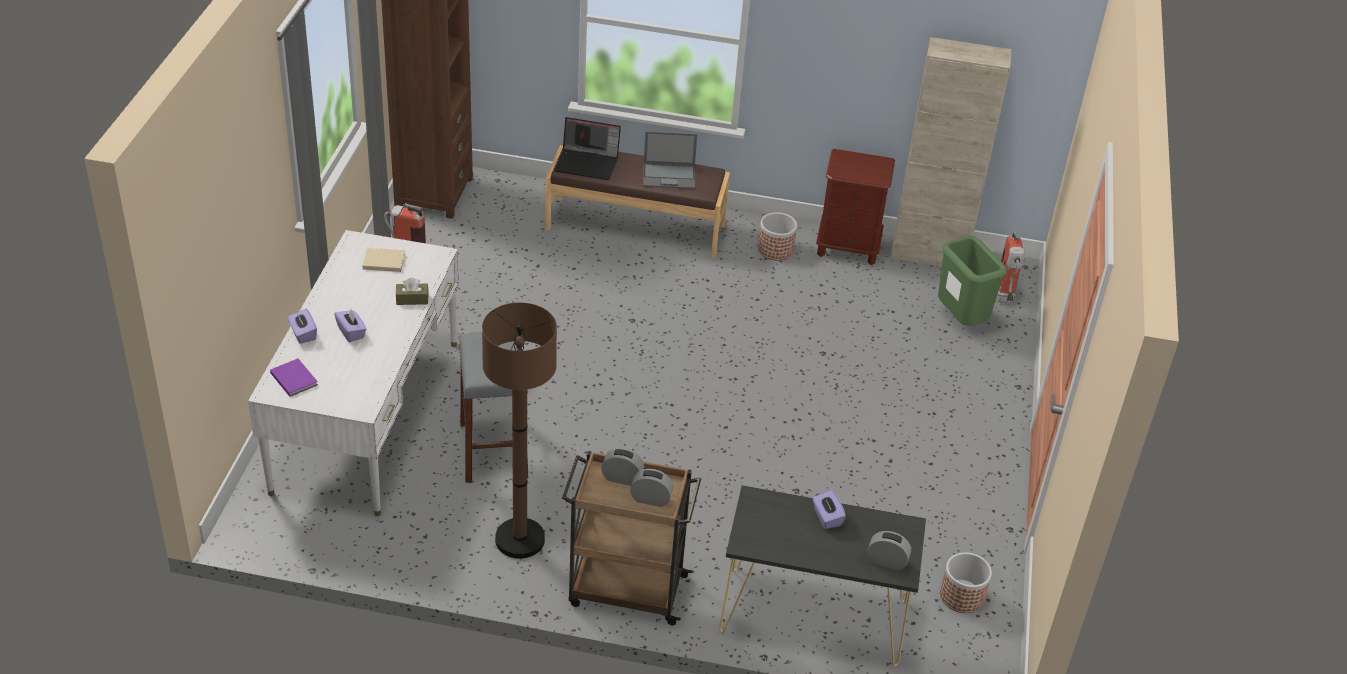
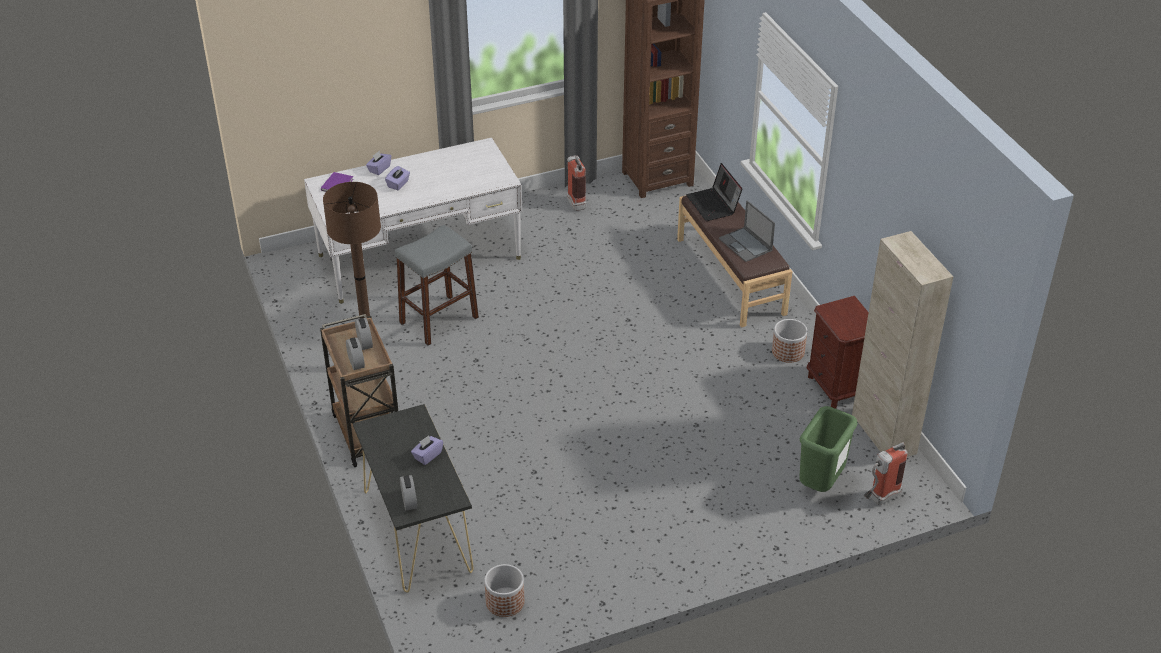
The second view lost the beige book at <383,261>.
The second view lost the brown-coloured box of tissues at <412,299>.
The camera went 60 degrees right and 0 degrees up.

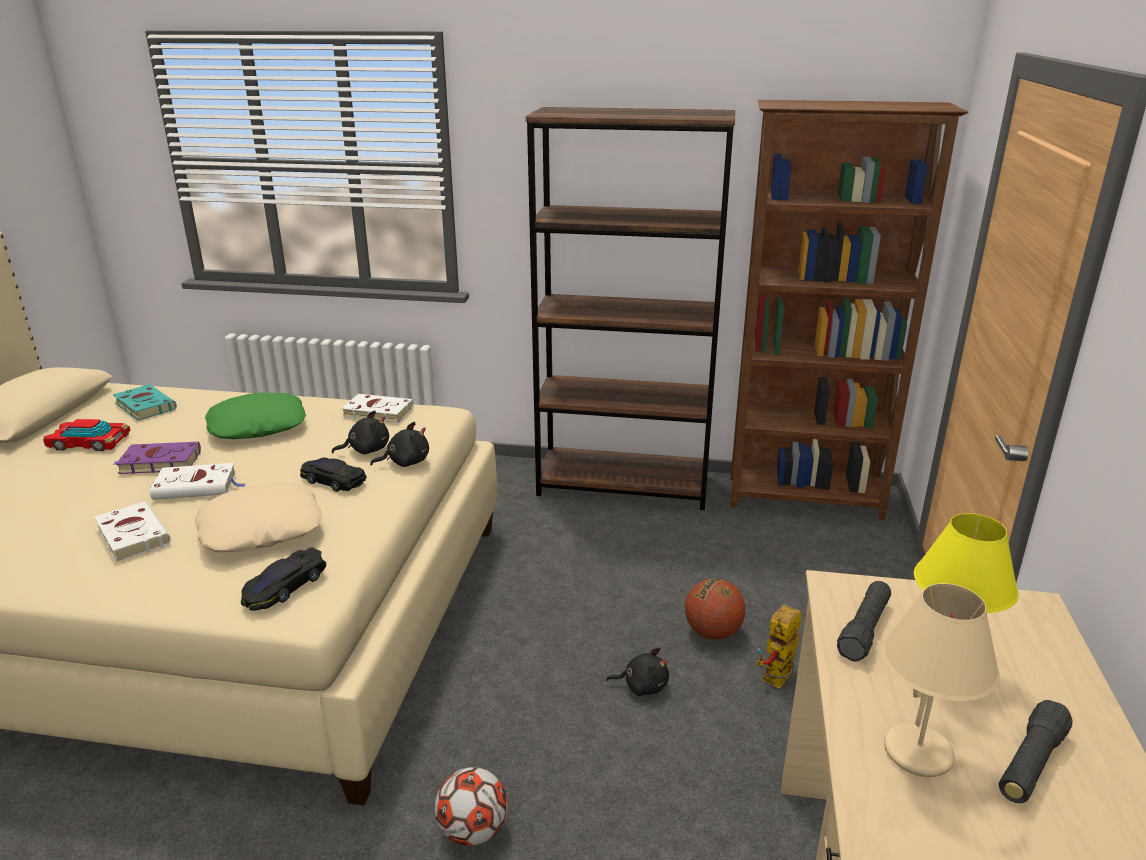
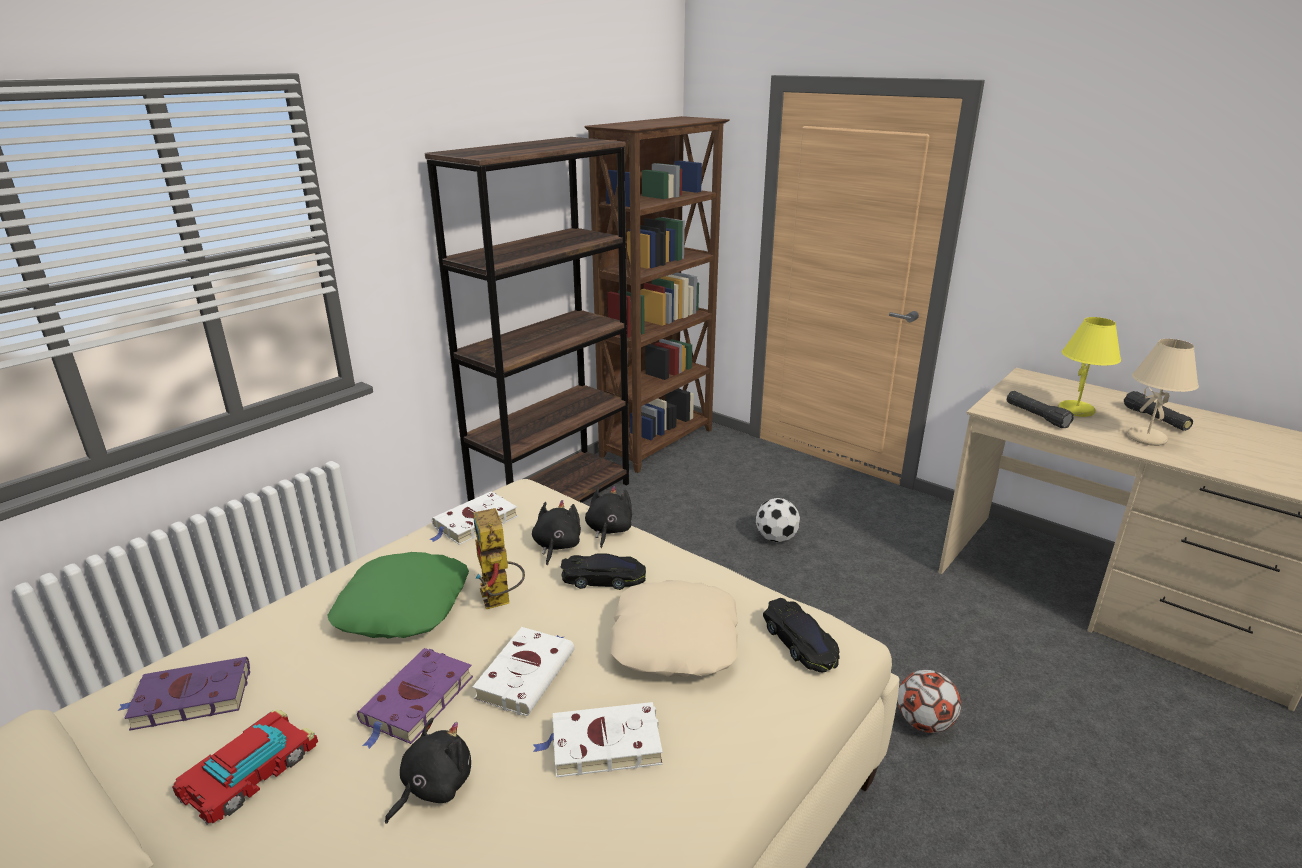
What was the turquoise book at <144,406> turned into the purple book at <189,699>.
The black-coloured model car at <332,480> ended up facing another way, 150 degrees counterclockwise from before.
Where the basketball stood at <713,632>, the football came to stand at <776,537>.
The robot figure ended up elsewhere, having gone from <777,682> to <500,601>.
The black-coloured cuddly toy ended up elsewhere, having gone from <642,685> to <433,786>.
The camera went 60 degrees left and 0 degrees up.

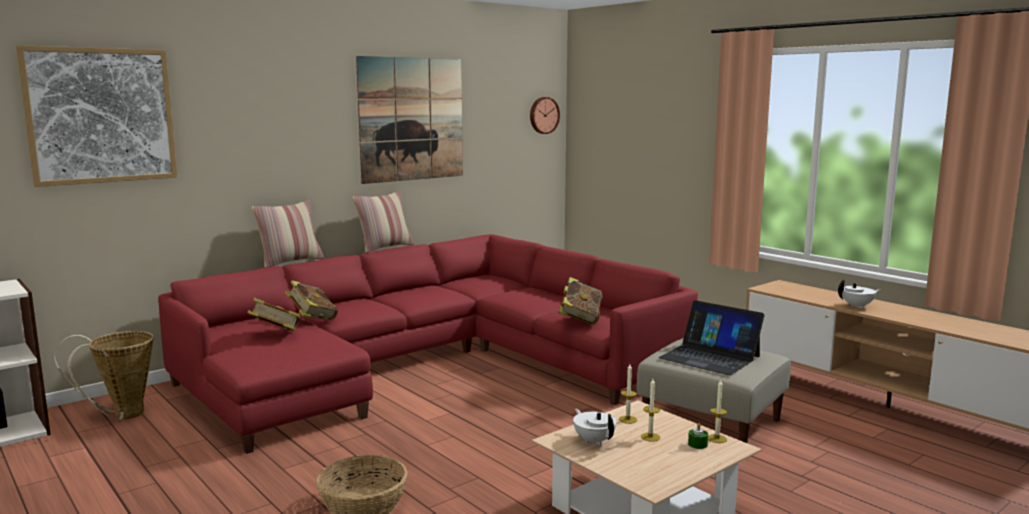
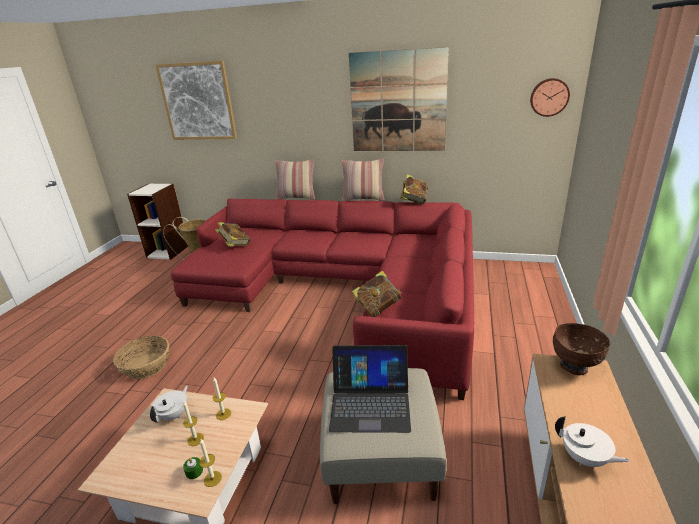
The book ended up elsewhere, having gone from <312,319> to <414,201>.
The notebook computer at <710,357> ended up facing another way, 90 degrees counterclockwise from before.
The second view gained the brown-coloured serving bowl at <574,367>.
The camera went 55 degrees right and 15 degrees up.

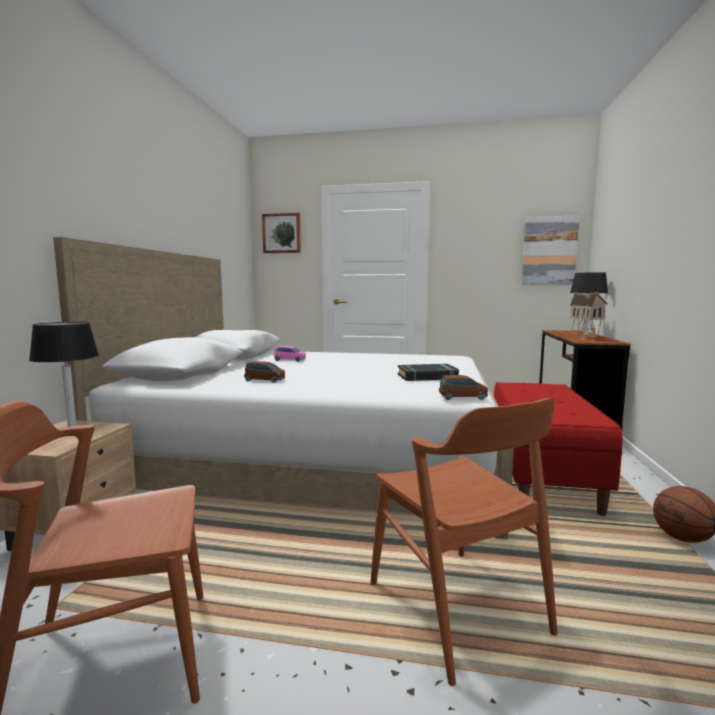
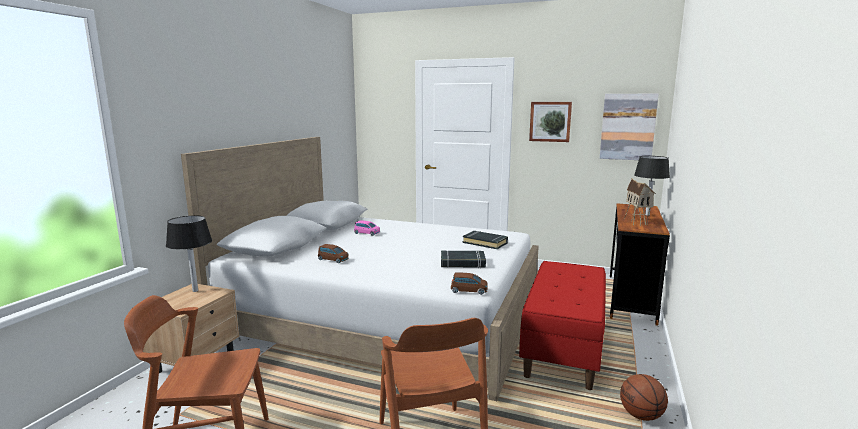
The wall picture ended up elsewhere, having gone from <282,233> to <550,121>.
The second view gained the black-coloured book at <485,243>.
The camera went 10 degrees right and 5 degrees up.

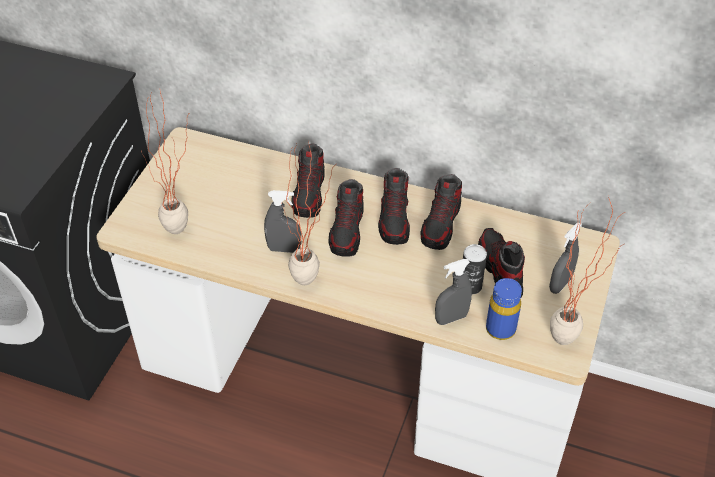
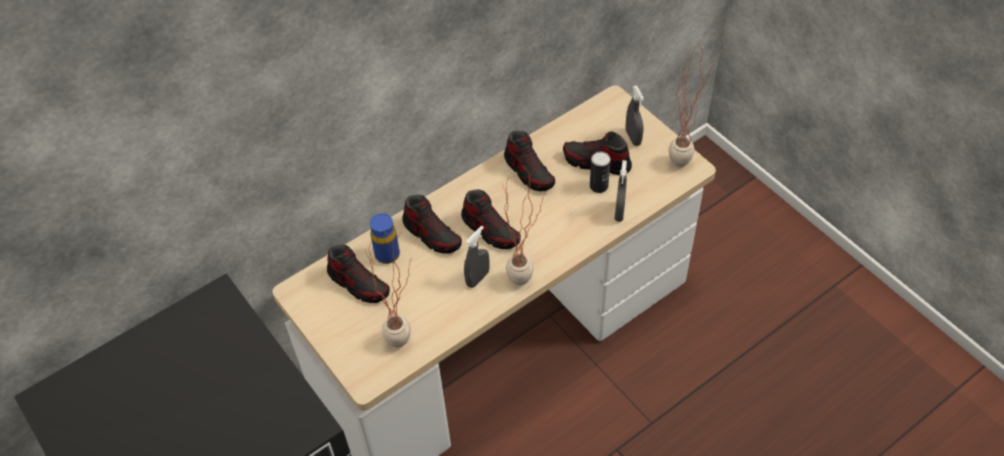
The shoe ended up elsewhere, having gone from <394,220> to <359,284>.
The blue bottle ended up elsewhere, having gone from <500,329> to <387,255>.
The camera went 55 degrees left and 5 degrees up.

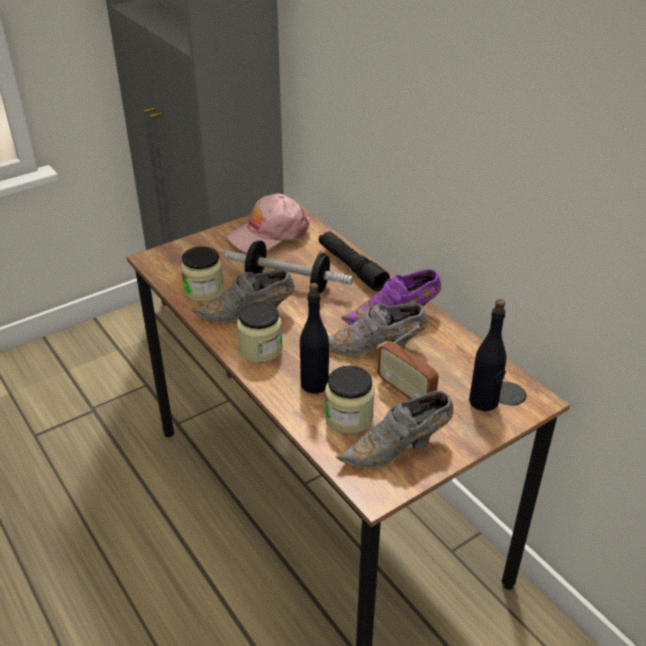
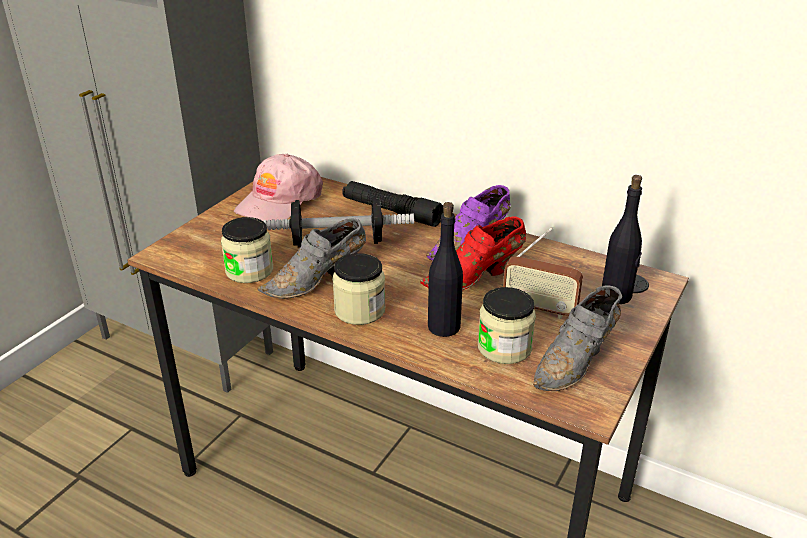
What was the gray shoe at <376,348> turned into the red-coloured shoe at <477,277>.
The camera went 25 degrees left and 5 degrees down.

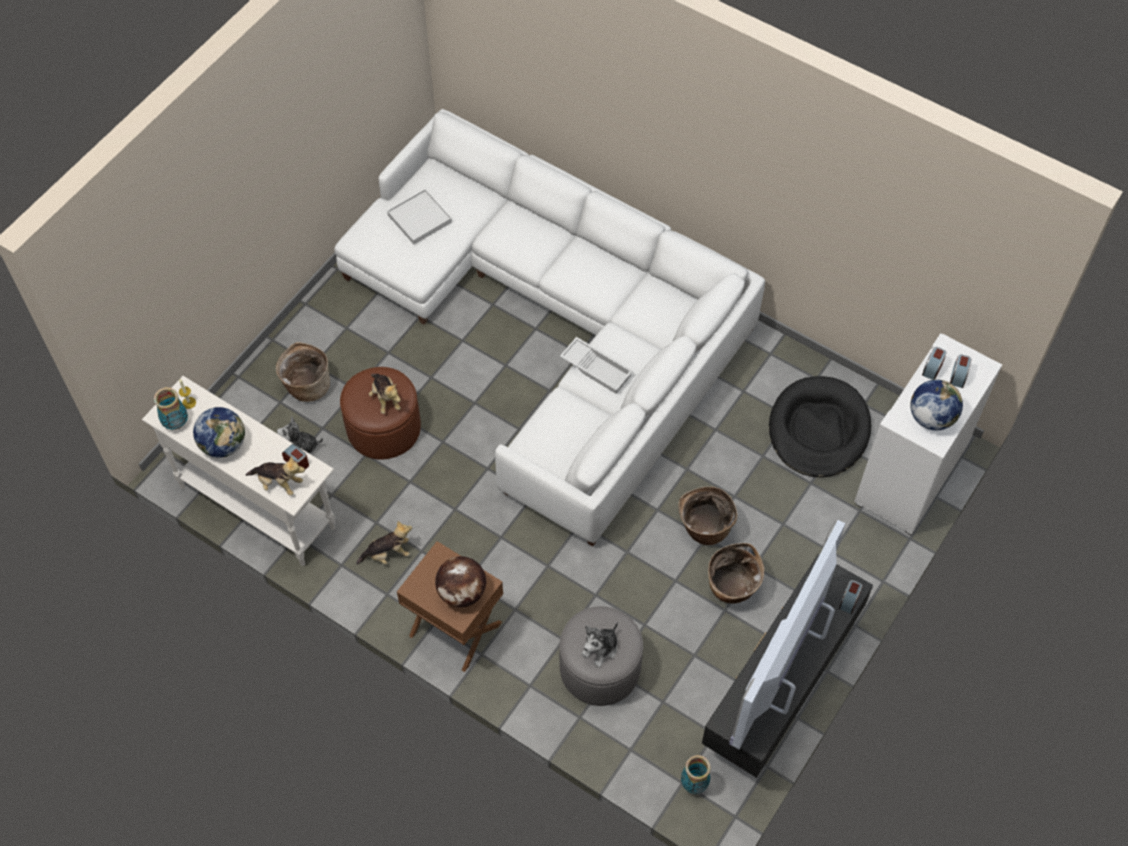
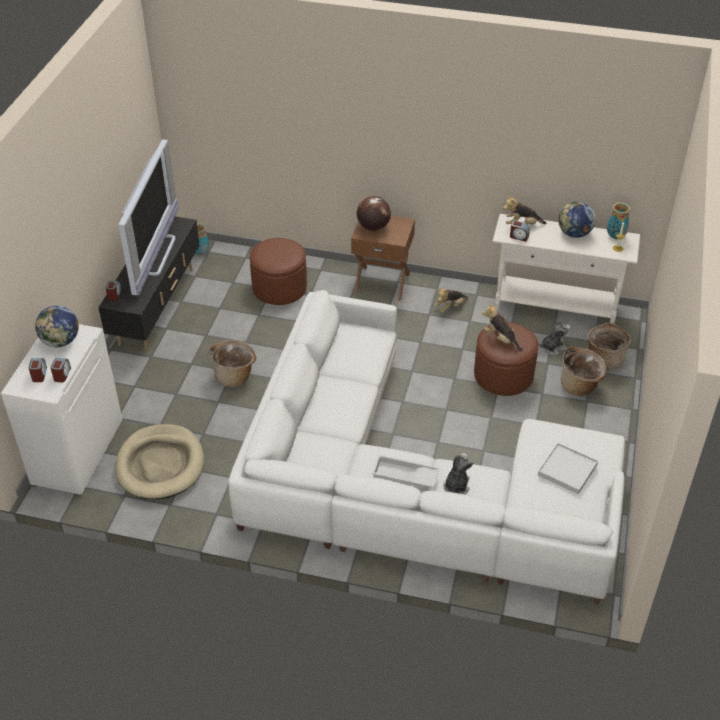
The whitish tray ended up elsewhere, having gone from <597,368> to <404,476>.
What was the black-coloured pet bed at <818,430> turned into the beige pet bed at <160,465>.
The household basket ended up elsewhere, having gone from <732,588> to <604,359>.
What was the gray ottoman at <600,668> turned into the brown-coloured ottoman at <279,287>.
The cuddly toy ended up elsewhere, having gone from <601,649> to <456,486>.
The camera went 160 degrees right and 15 degrees down.

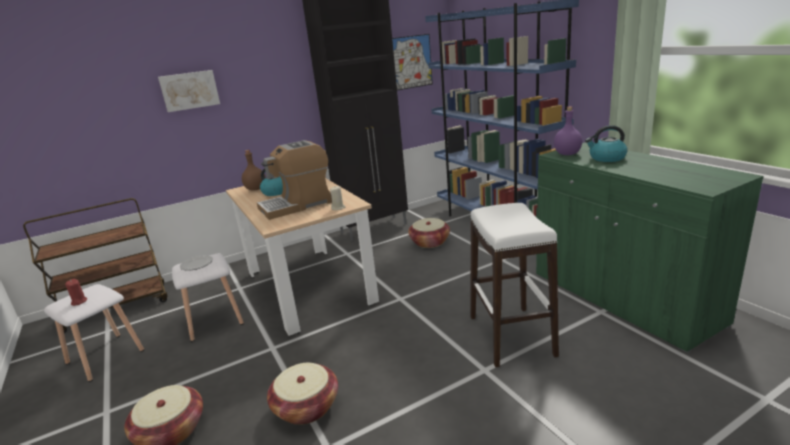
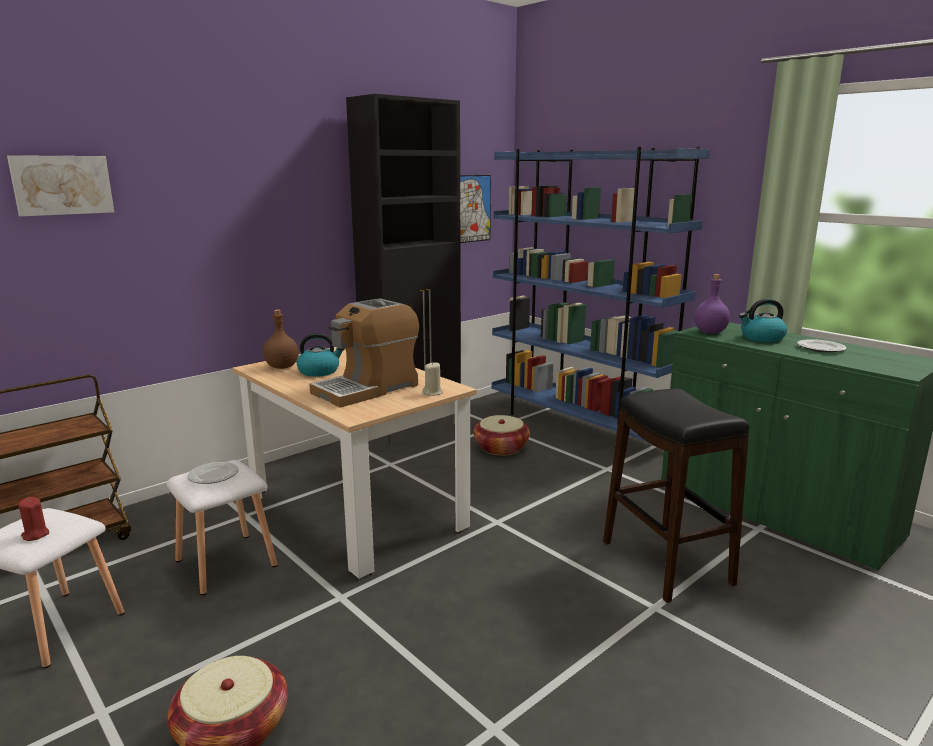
The wall picture ended up elsewhere, having gone from <189,90> to <62,185>.
What was the whitish sitting stool at <511,335> turned into the black-coloured sitting stool at <667,562>.
The second view lost the household basket at <306,407>.
The second view gained the flat dish at <820,348>.
The camera went 15 degrees left and 5 degrees down.

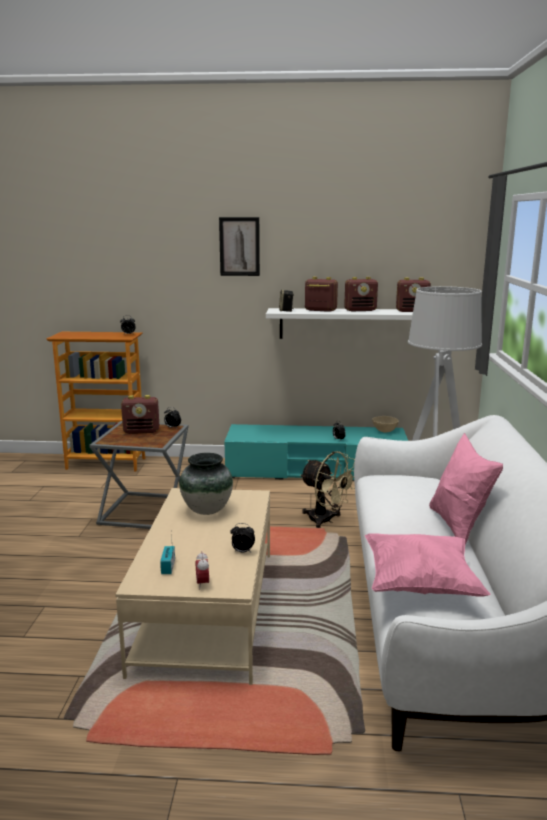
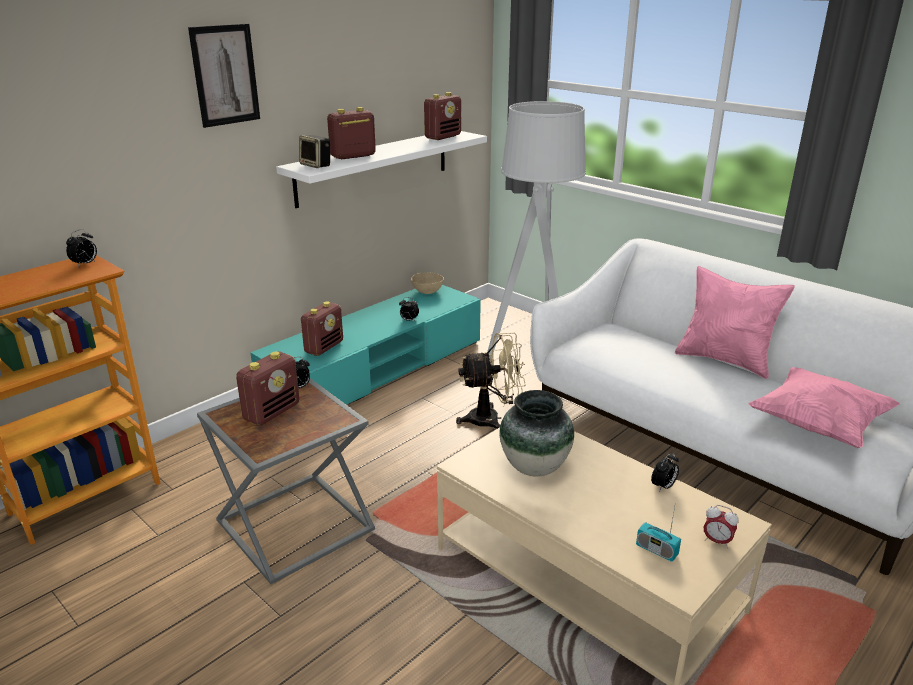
The radio receiver ended up elsewhere, having gone from <360,310> to <324,347>.
The camera went 50 degrees left and 10 degrees up.

